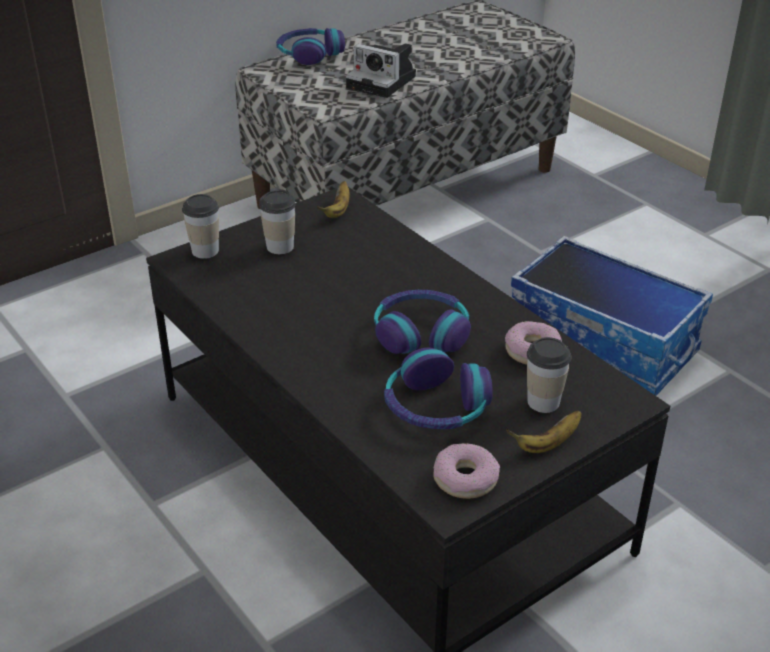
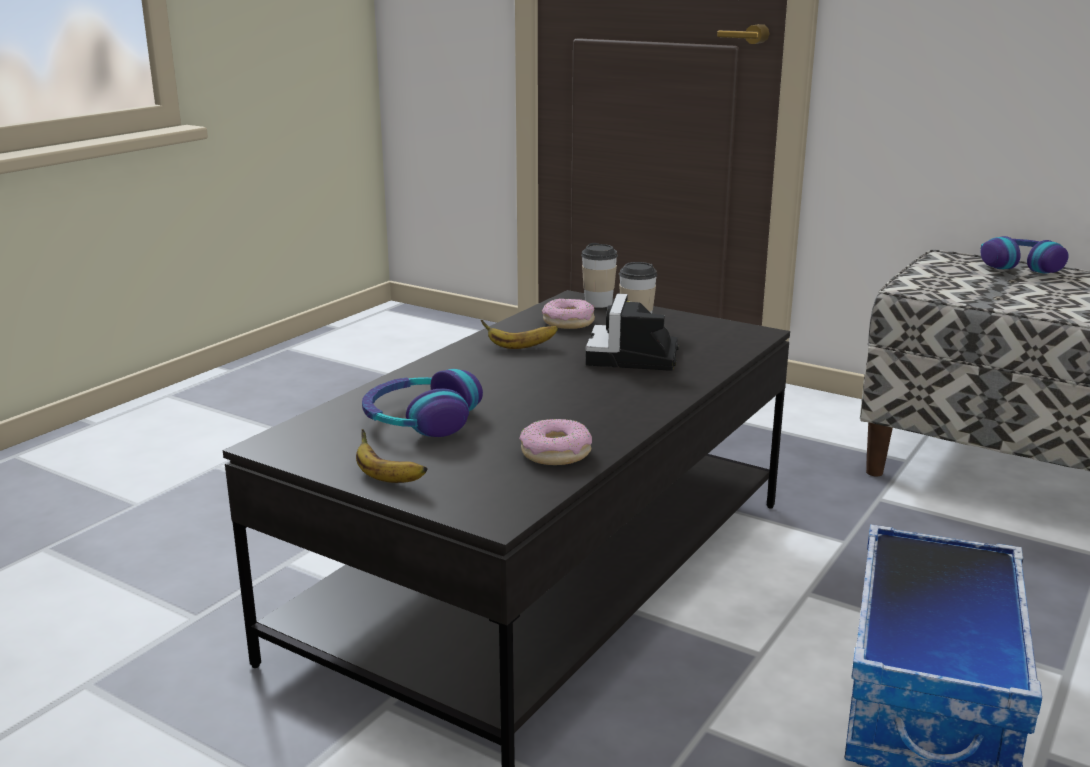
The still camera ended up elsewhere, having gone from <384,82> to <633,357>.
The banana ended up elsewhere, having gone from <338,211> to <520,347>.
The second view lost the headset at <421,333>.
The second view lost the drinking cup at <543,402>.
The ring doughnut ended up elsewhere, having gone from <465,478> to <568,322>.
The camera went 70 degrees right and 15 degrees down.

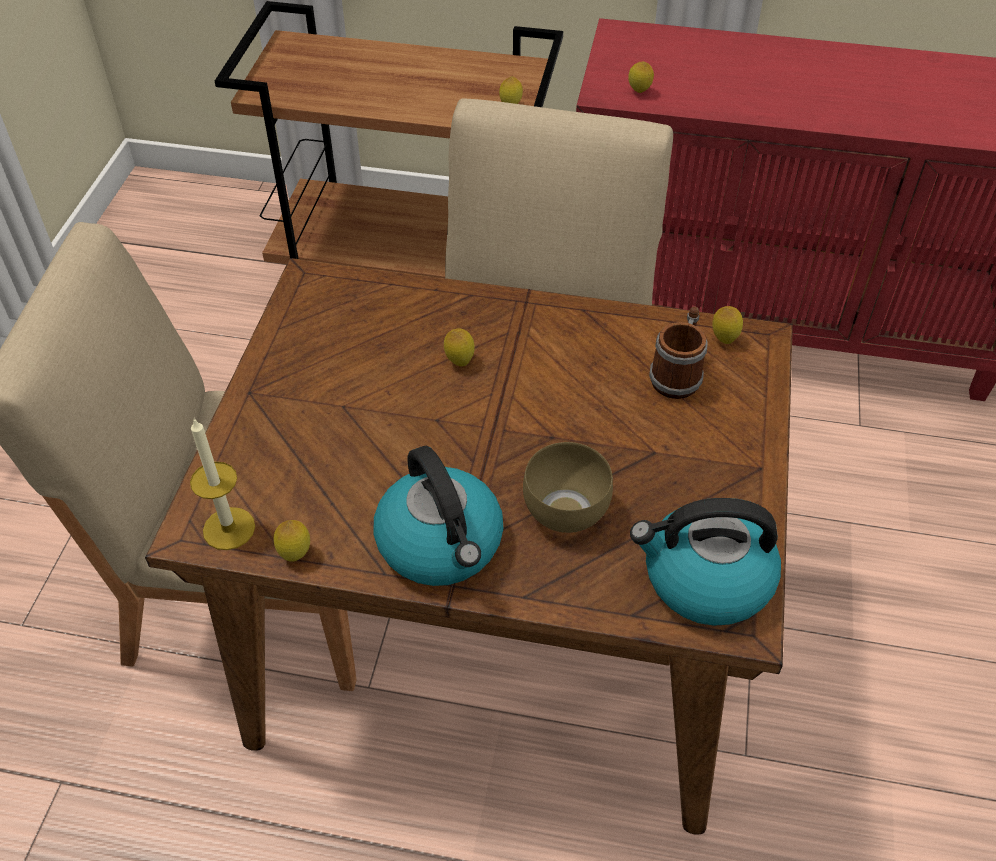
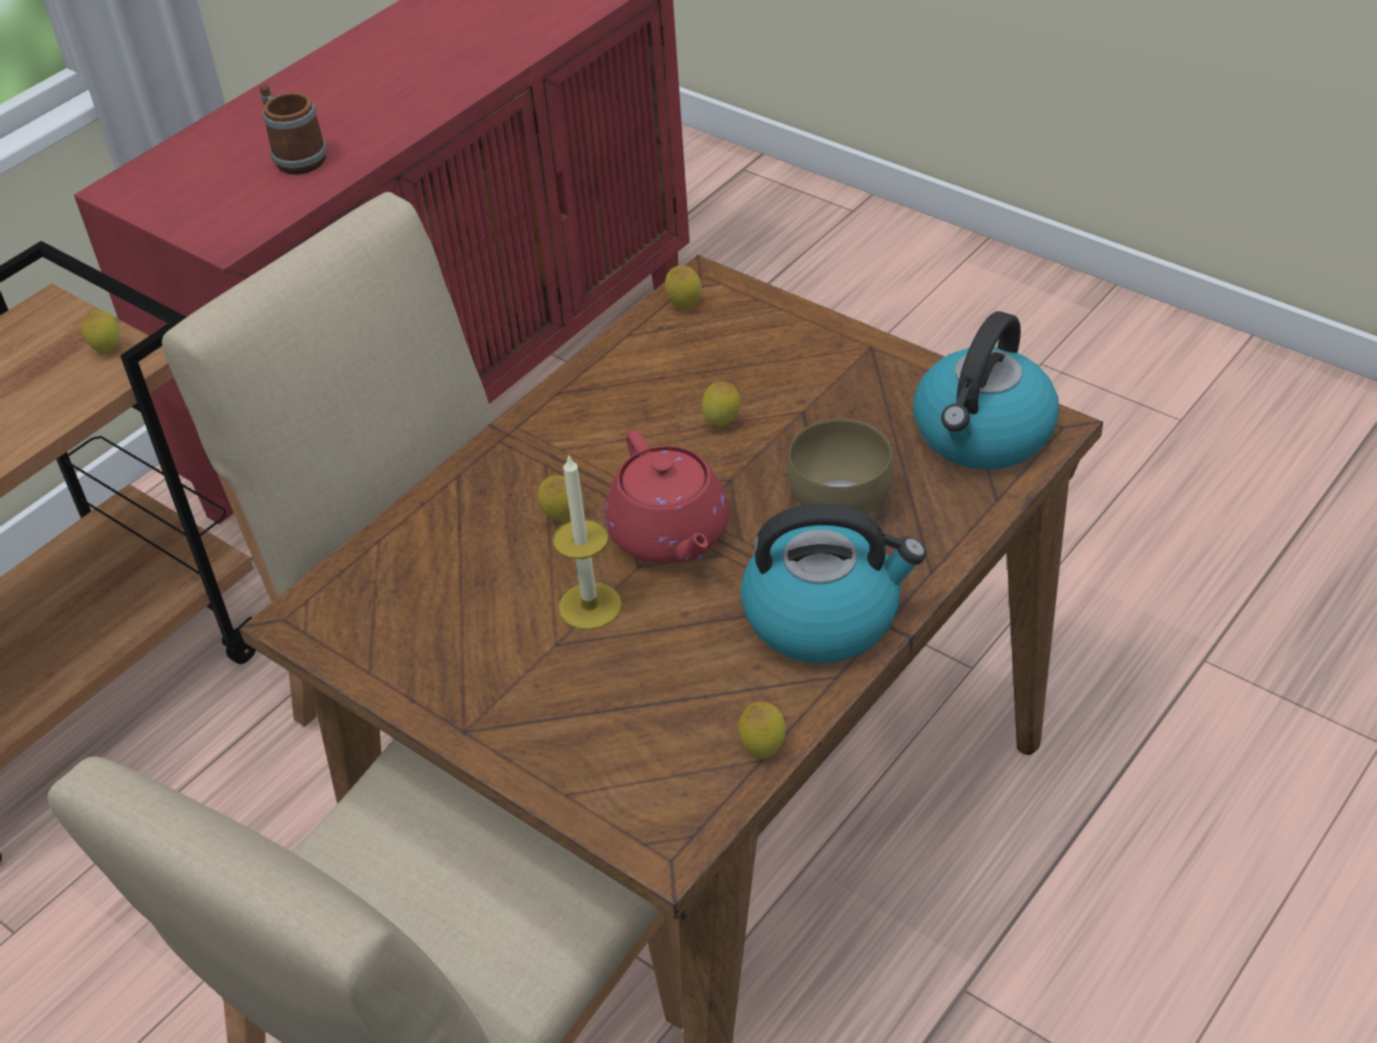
The citrus fruit ended up elsewhere, having gone from <639,92> to <722,424>.
The coffee mug ended up elsewhere, having gone from <677,375> to <295,157>.
The wax light ended up elsewhere, having gone from <229,528> to <590,606>.
The second view gained the red-coloured teapot at <670,535>.
The camera went 60 degrees left and 5 degrees down.

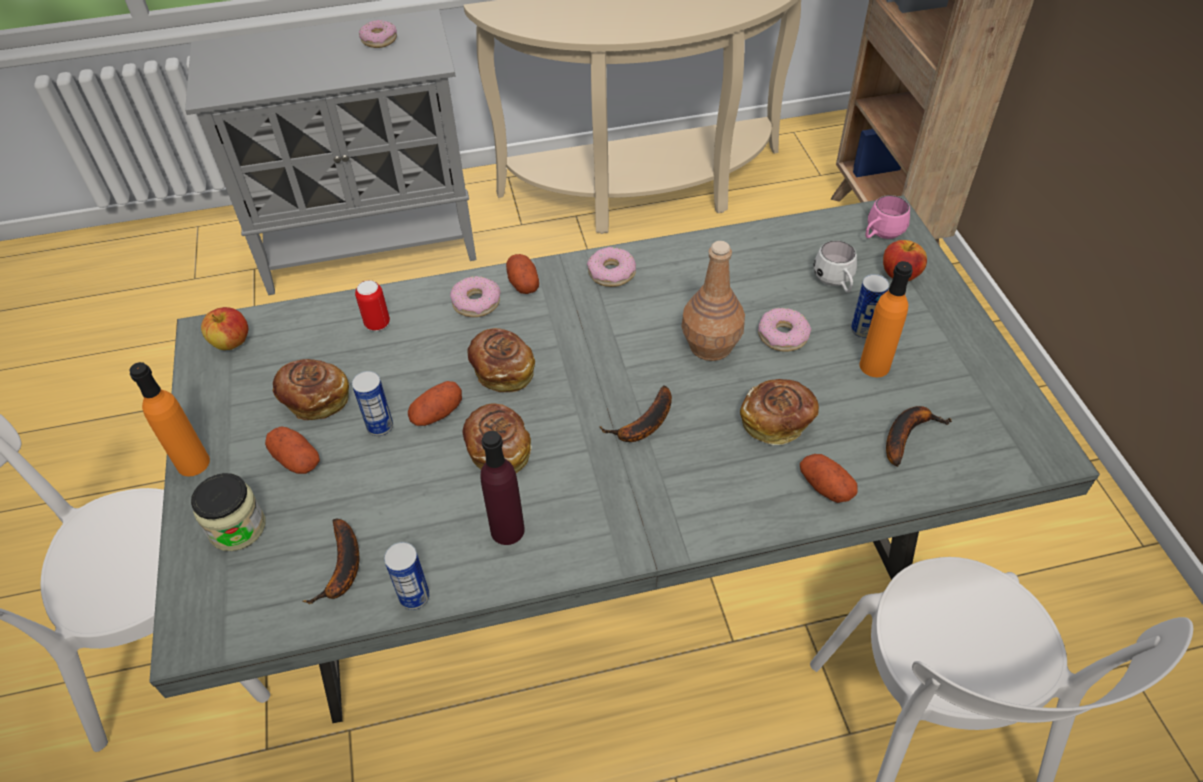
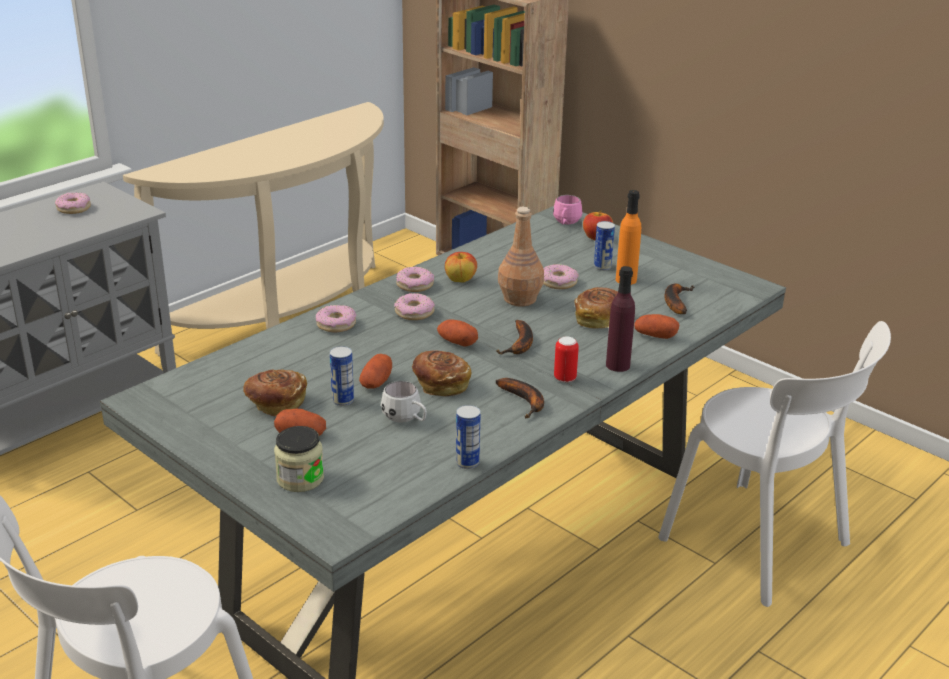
The whitish coffee mug ended up elsewhere, having gone from <835,283> to <406,420>.
The whole potato ended up elsewhere, having gone from <523,283> to <457,342>.
The metal can ended up elsewhere, having gone from <377,323> to <565,378>.
The apple ended up elsewhere, having gone from <231,343> to <460,280>.
The second view lost the baked bread at <502,371>.
The second view lost the orange-coloured bottle at <193,463>.
The purple bottle ended up elsewhere, having gone from <507,530> to <617,365>.
The banana ended up elsewhere, having gone from <342,569> to <525,401>.
The second view gained the ring doughnut at <414,312>.
The camera went 35 degrees left and 20 degrees down.

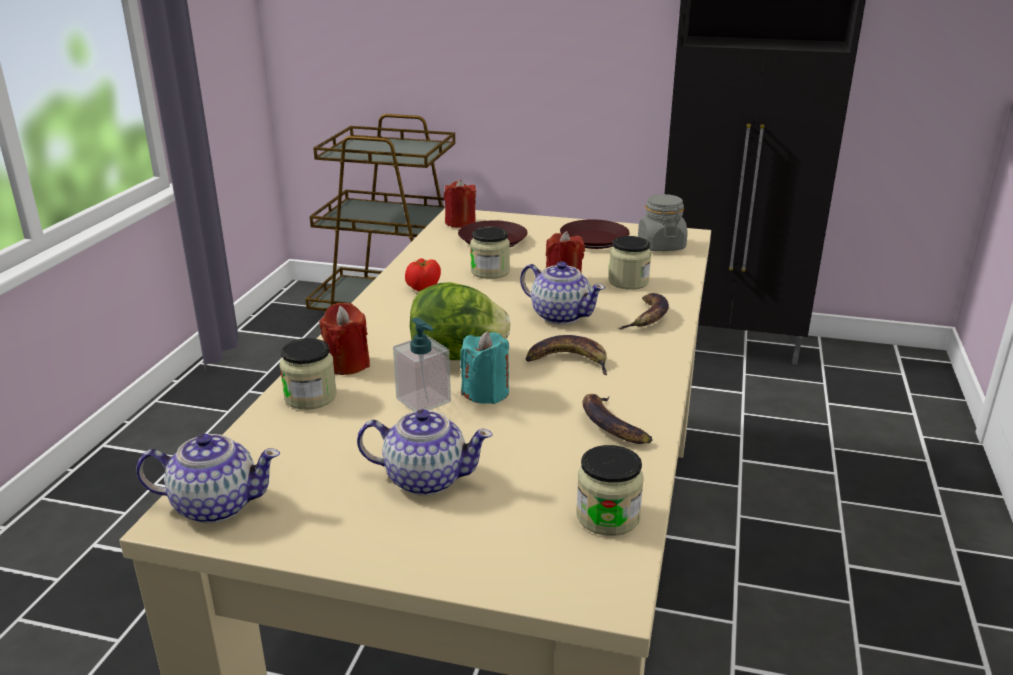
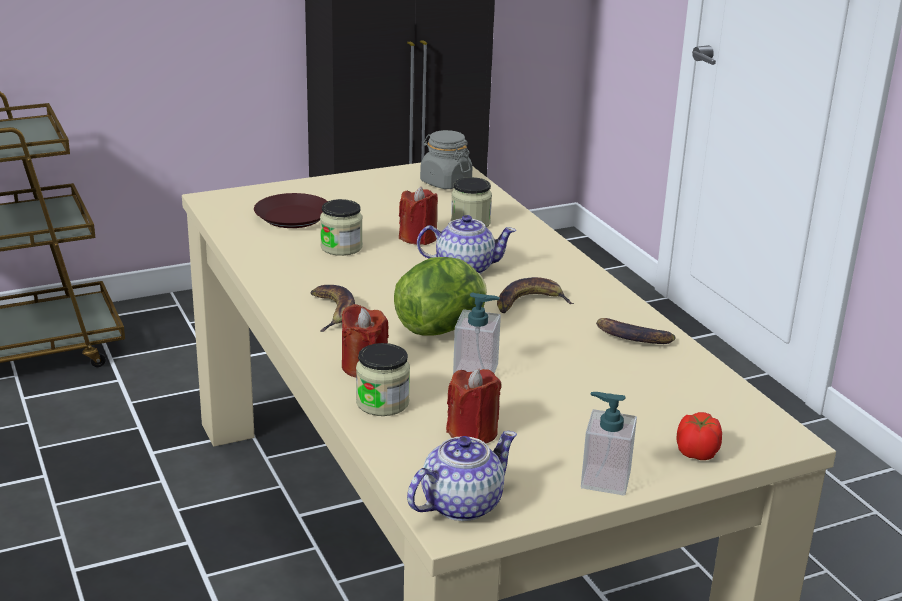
The red-coloured wax light ended up elsewhere, having gone from <460,223> to <473,432>.
The second view lost the brown-coloured flat dish at <593,239>.
The tomato ended up elsewhere, having gone from <423,288> to <696,453>.
The banana ended up elsewhere, having gone from <647,317> to <333,312>.
The second view lost the turquoise wax light at <486,393>.
The second view lost the teapot at <425,478>.
The second view lost the storage jar at <607,516>.
The second view gained the liquid soap bottle at <605,479>.
The camera went 40 degrees left and 0 degrees up.

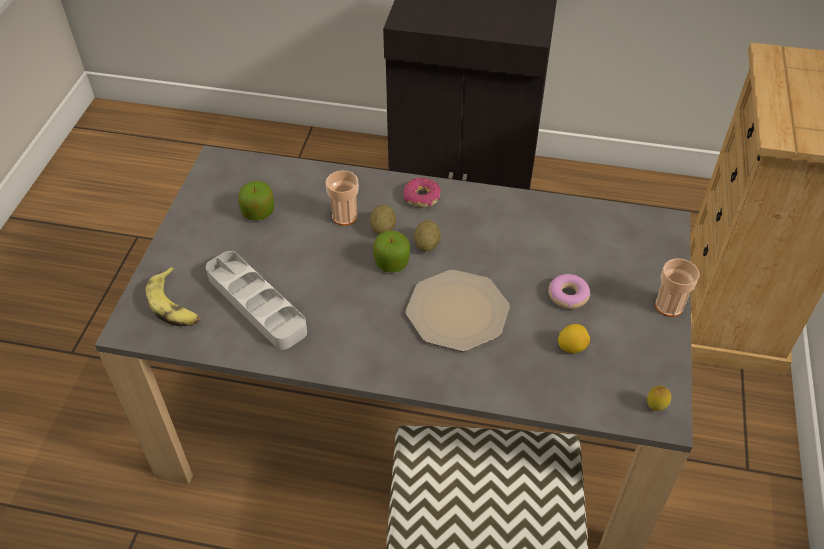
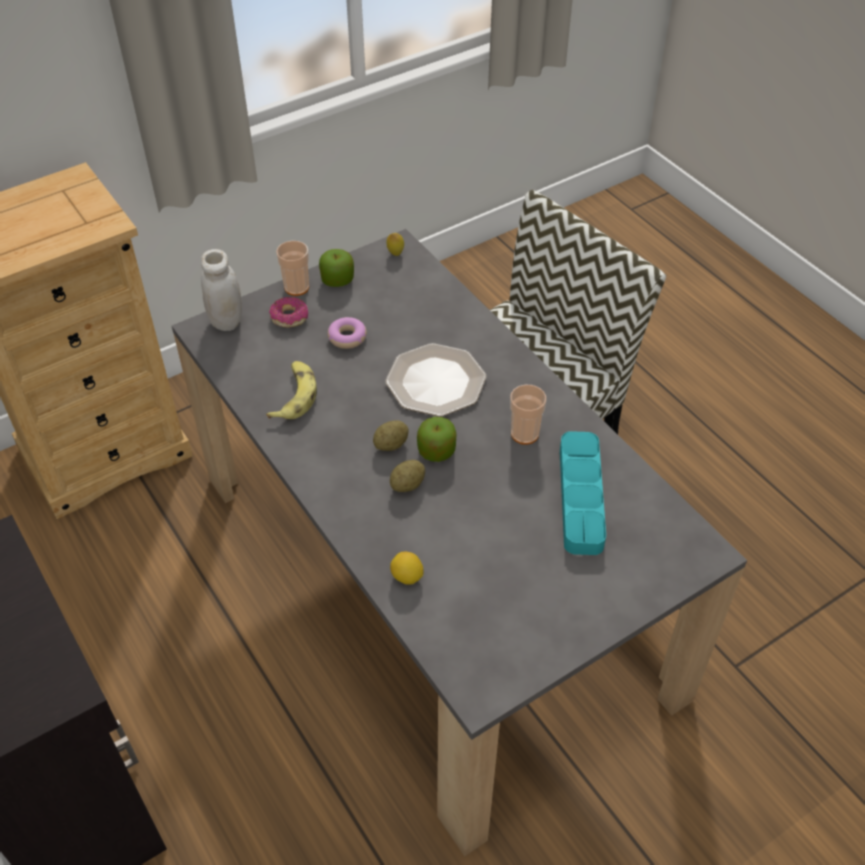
The drinking cup ended up elsewhere, having gone from <344,216> to <524,434>.
The ring doughnut ended up elsewhere, having gone from <422,197> to <289,317>.
The apple ended up elsewhere, having gone from <258,212> to <337,280>.
What was the gray tray at <256,304> turned into the turquoise tray at <581,496>.
The banana ended up elsewhere, having gone from <175,305> to <294,396>.
The citrus fruit ended up elsewhere, having gone from <571,347> to <407,577>.
The second view gained the whitish storage jar at <226,321>.
The camera went 135 degrees left and 0 degrees up.

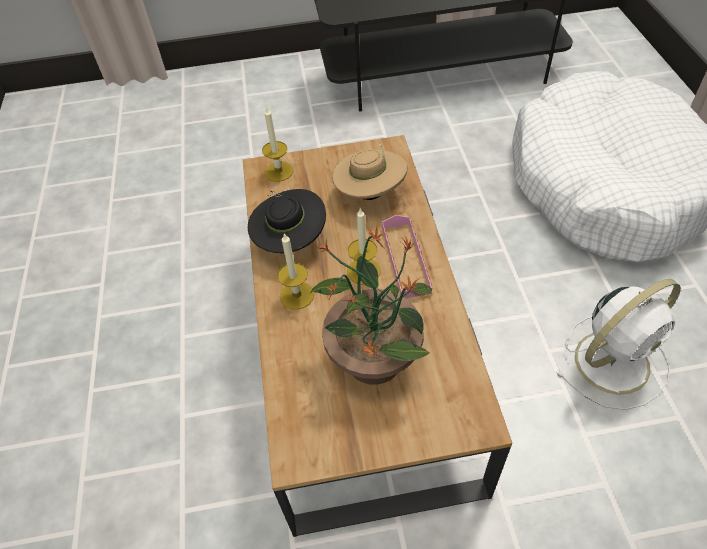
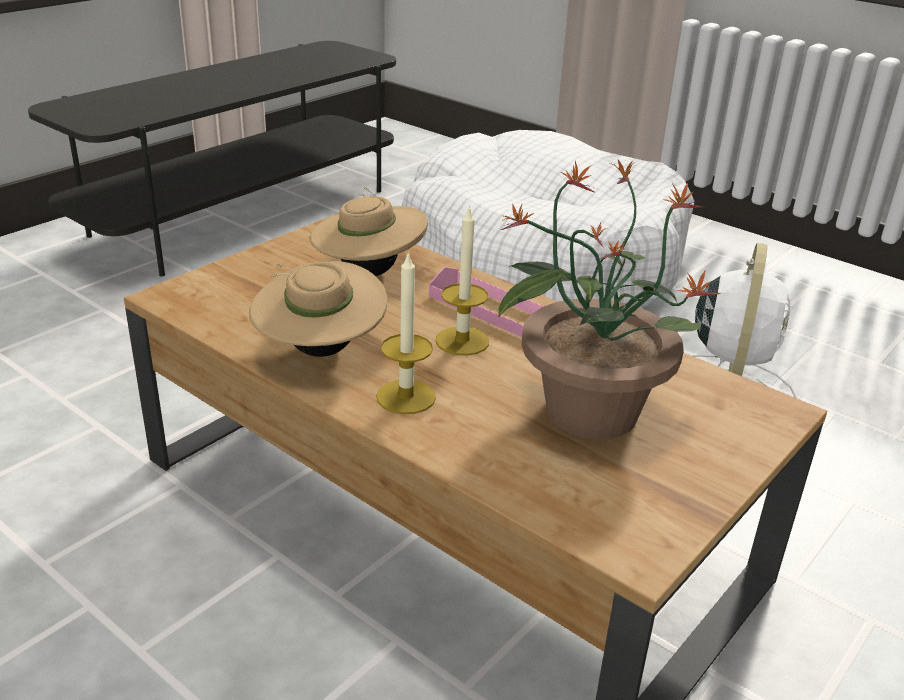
The second view lost the wax light at <278,171>.
What was the black-coloured clothing hat at <290,241> turned into the beige clothing hat at <319,350>.
The camera went 45 degrees left and 20 degrees down.

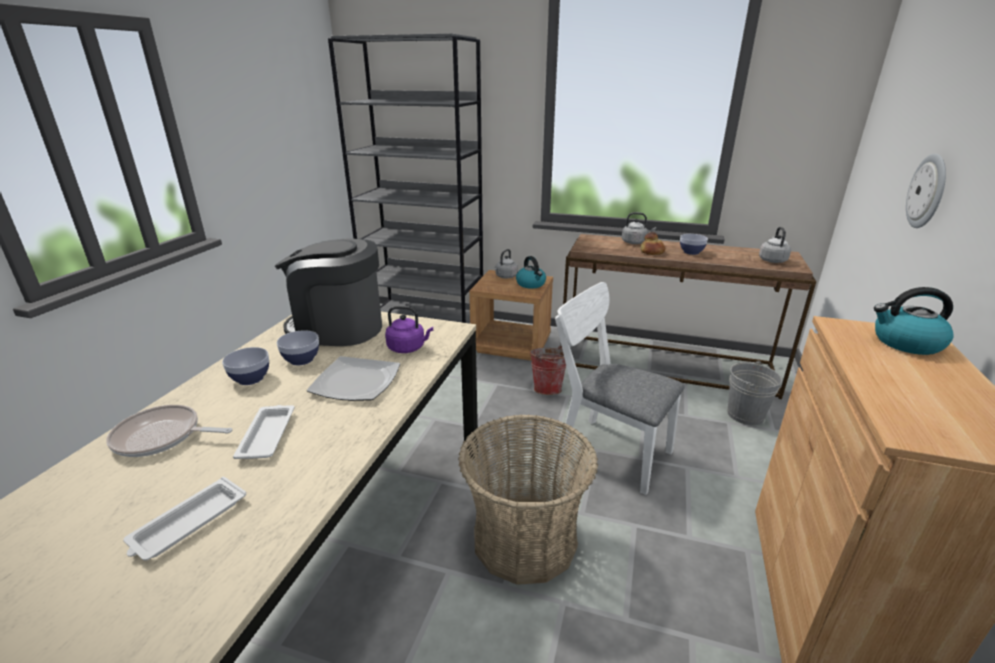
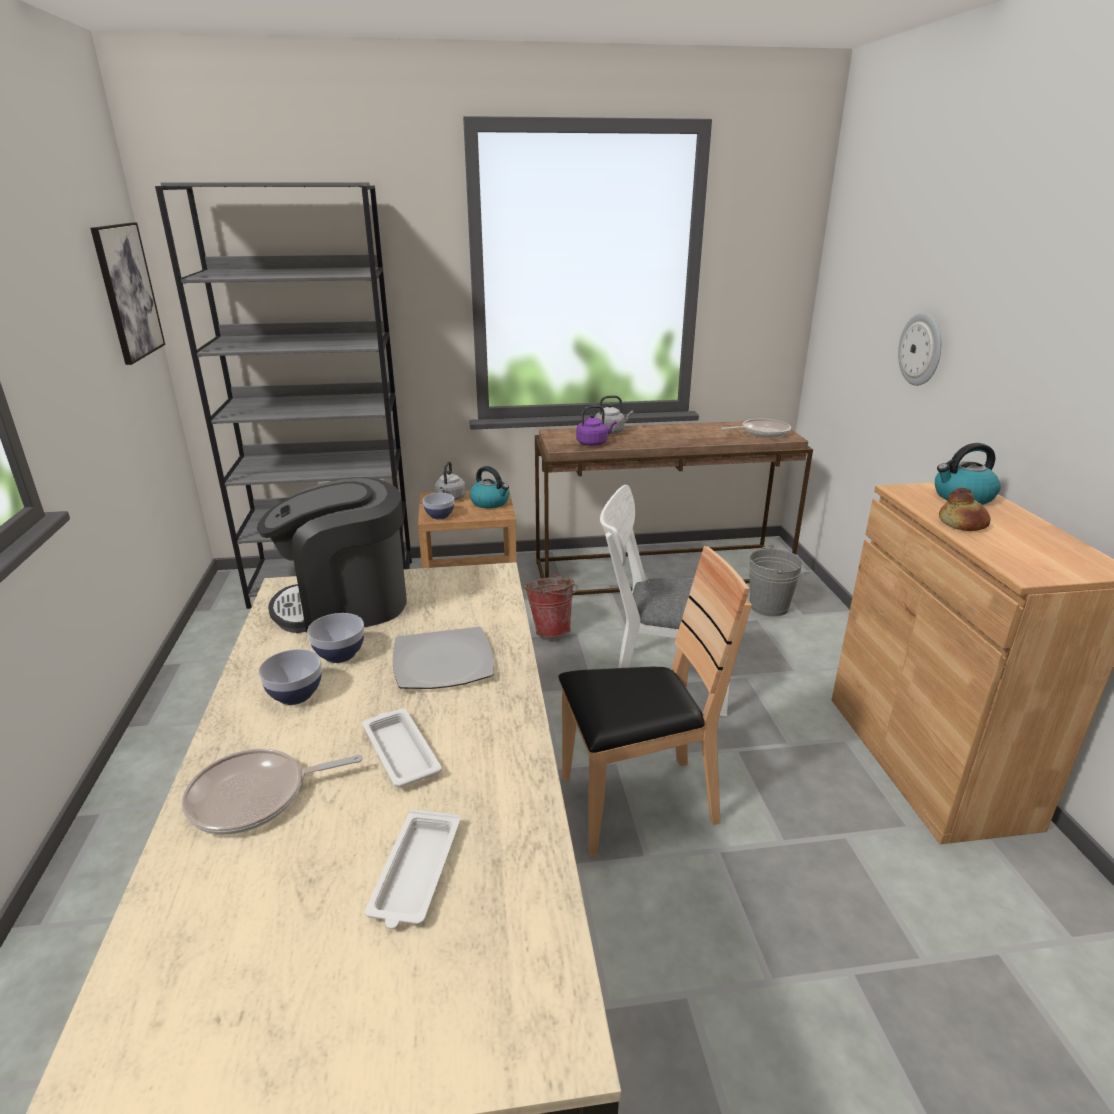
Where the gray tea kettle stood at <772,260>, the pan came to stand at <762,432>.
The baked bread ended up elsewhere, having gone from <652,252> to <962,523>.
The serving bowl ended up elsewhere, having gone from <691,252> to <439,515>.
The purple tea kettle ended up elsewhere, having gone from <408,348> to <593,443>.
Where the household basket stood at <525,539>, the brown-coloured chair came to stand at <637,802>.
The second view gained the wall picture at <128,292>.
The camera went 25 degrees left and 0 degrees up.

